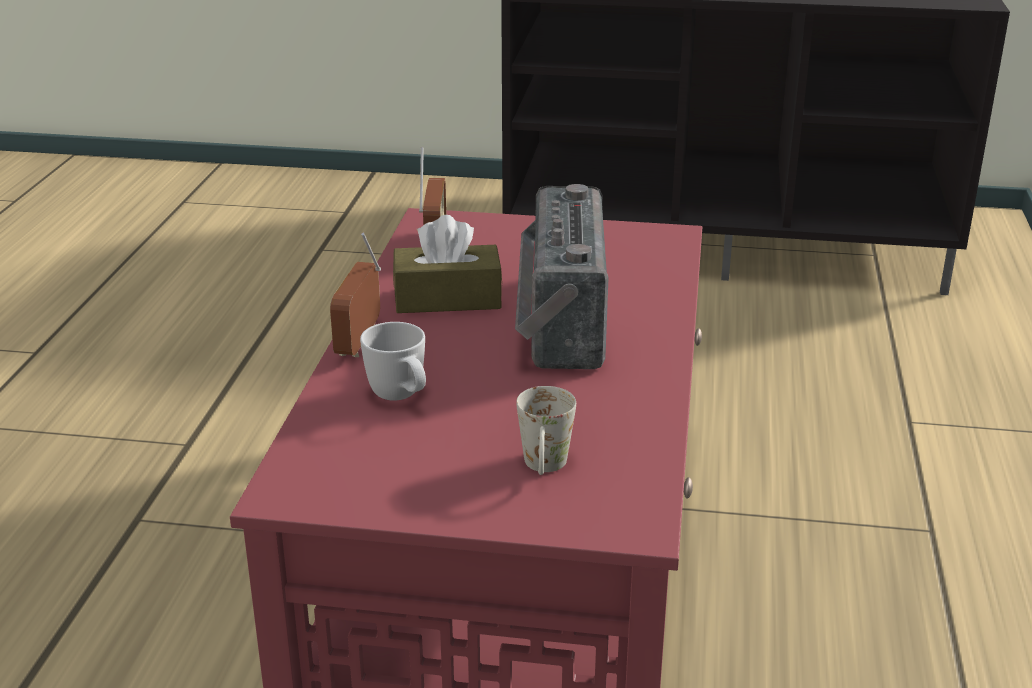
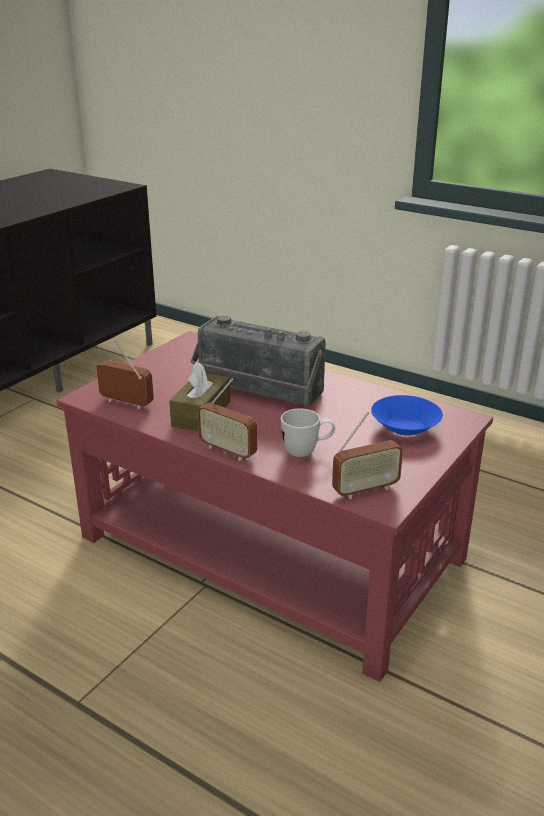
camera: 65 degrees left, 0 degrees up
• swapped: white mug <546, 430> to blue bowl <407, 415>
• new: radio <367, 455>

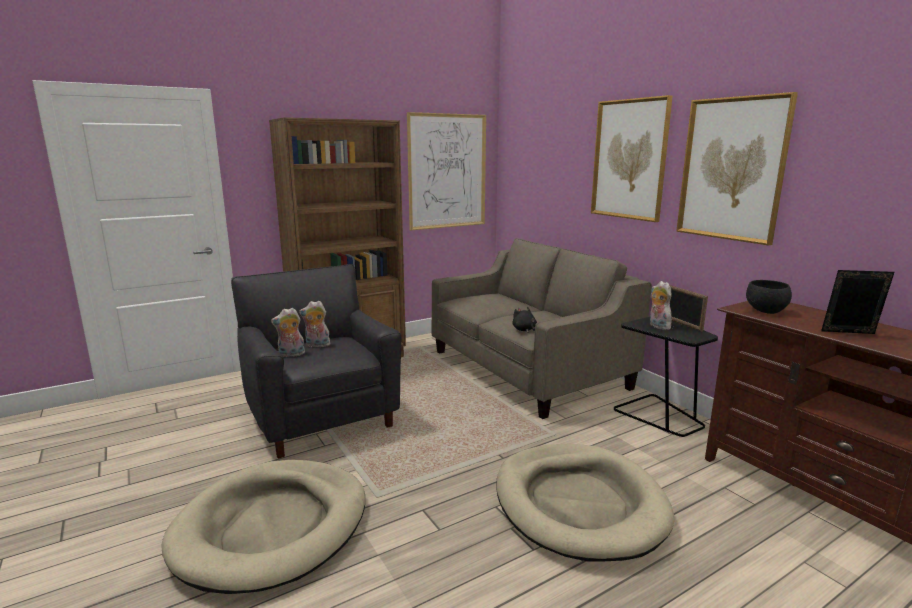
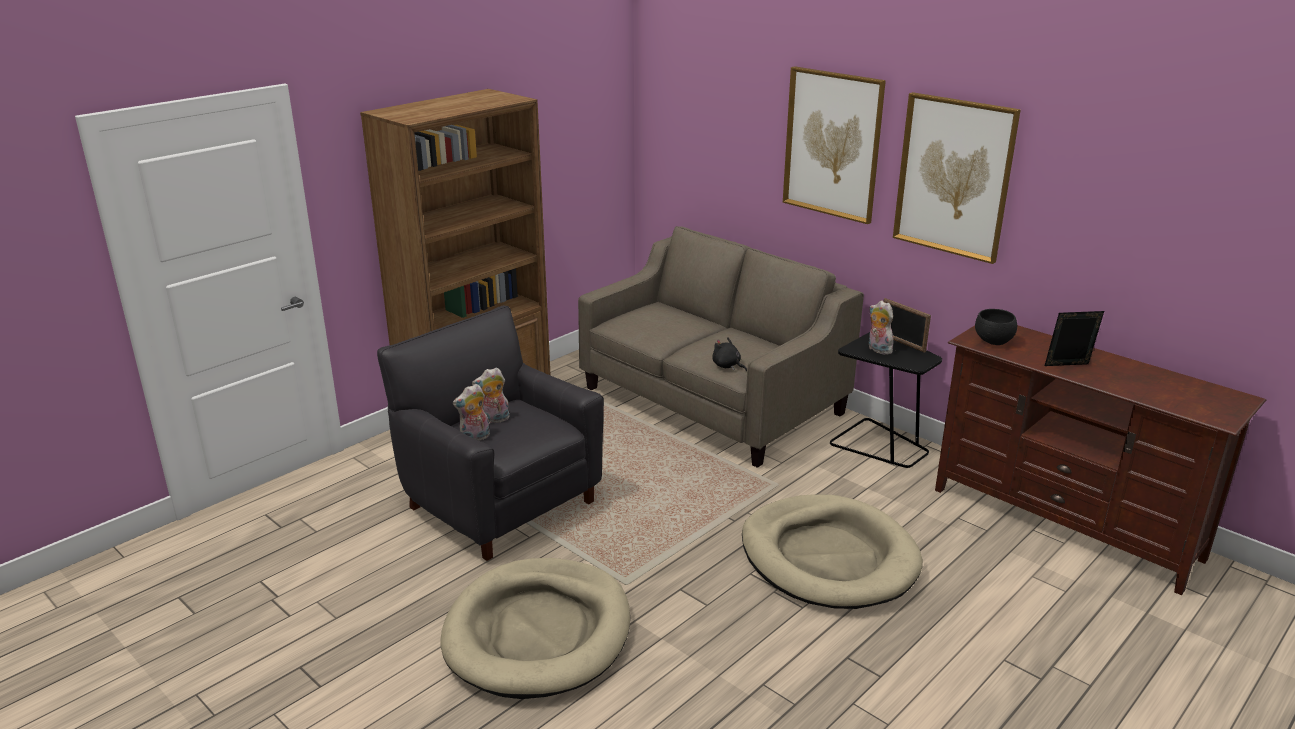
camera: 15 degrees left, 10 degrees up
• gone: picture <446, 171>

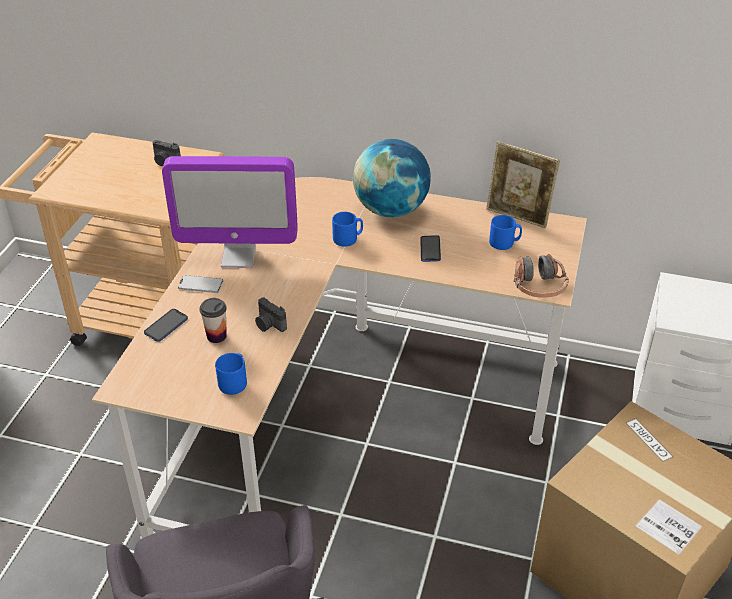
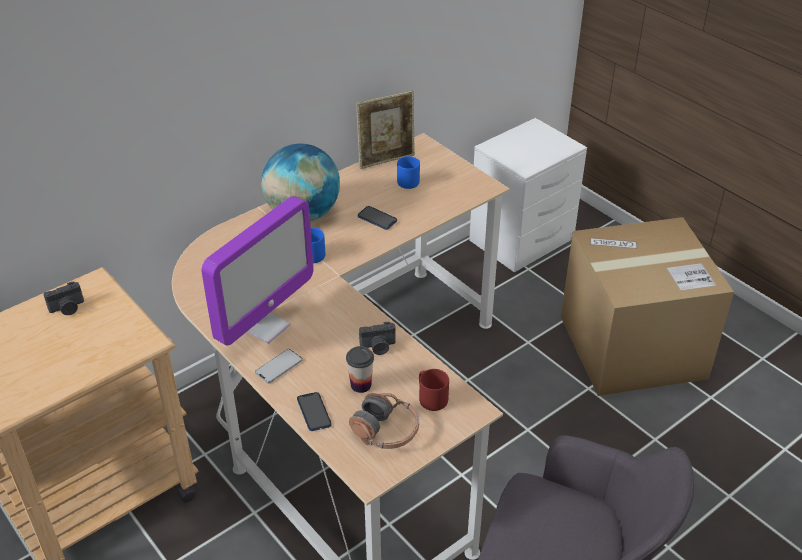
camera: 55 degrees left, 0 degrees up
• shifted: headphones <541, 276> to <384, 421>
• repainted: blue mug <231, 374> to red mug <434, 390>

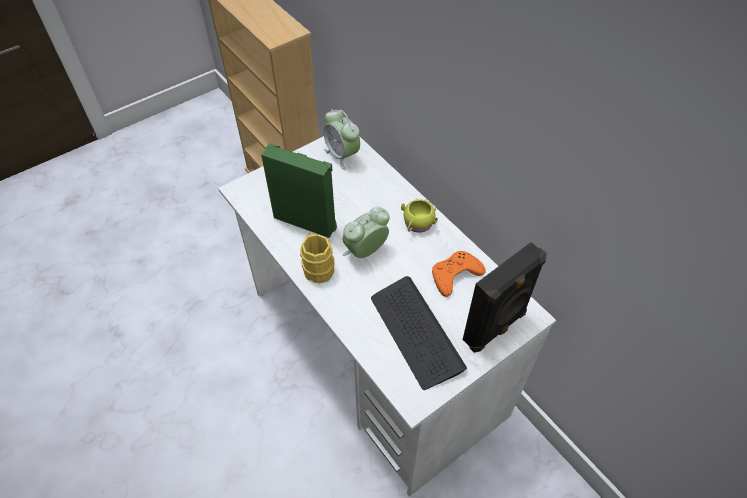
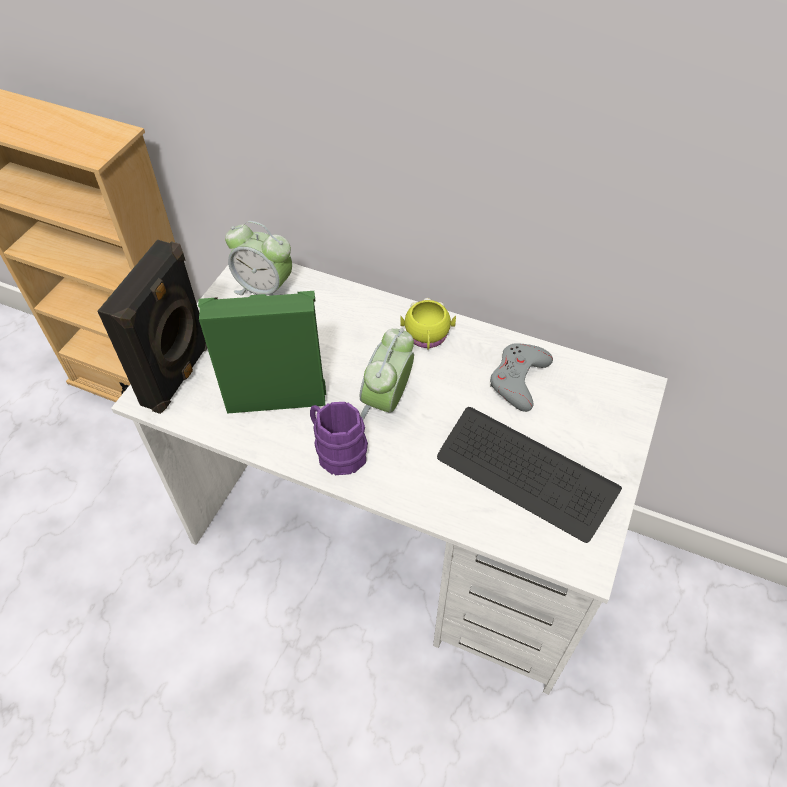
camera: 30 degrees left, 0 degrees up
• repainted: yellow mug <317, 257> to purple mug <339, 438>
• shifted: black speaker <505, 297> to <153, 327>
• repainted: orange game controller <459, 274> to grey game controller <521, 377>

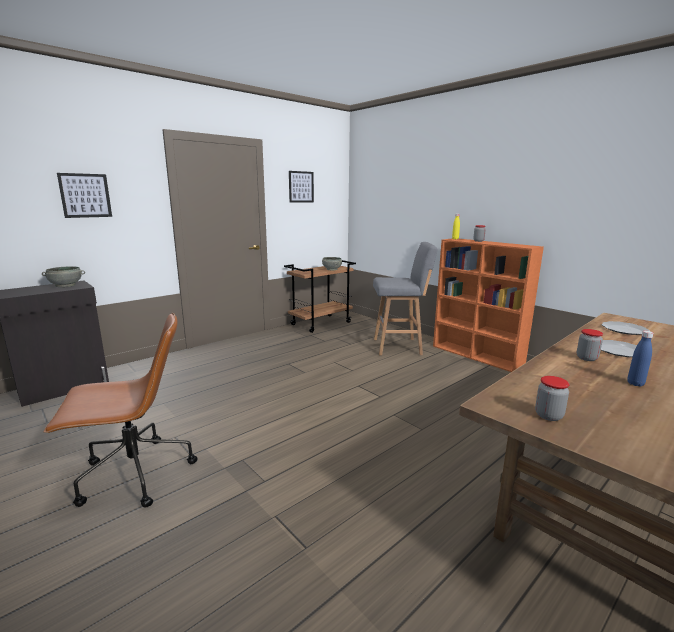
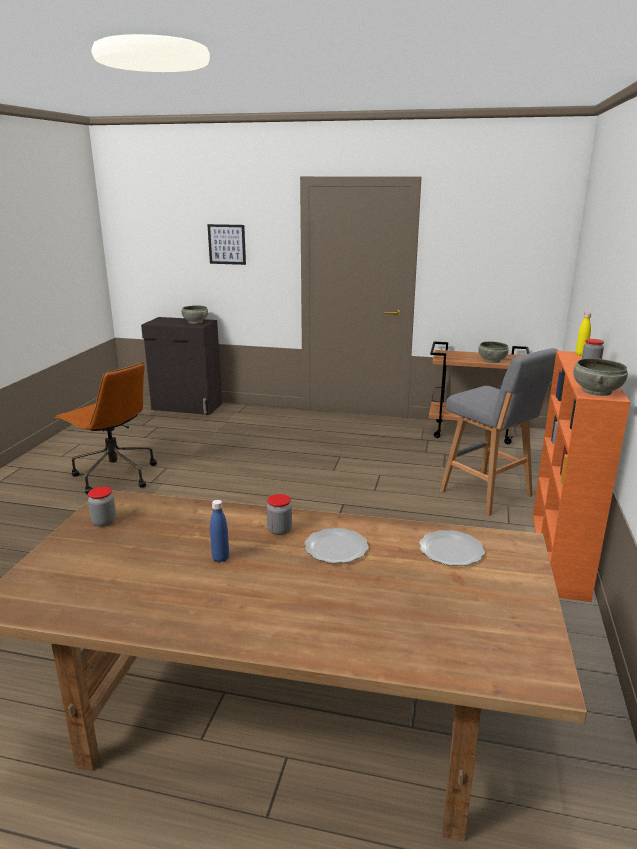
camera: 55 degrees right, 5 degrees up
• gone: picture <301, 187>
• new: grey bowl <600, 377>

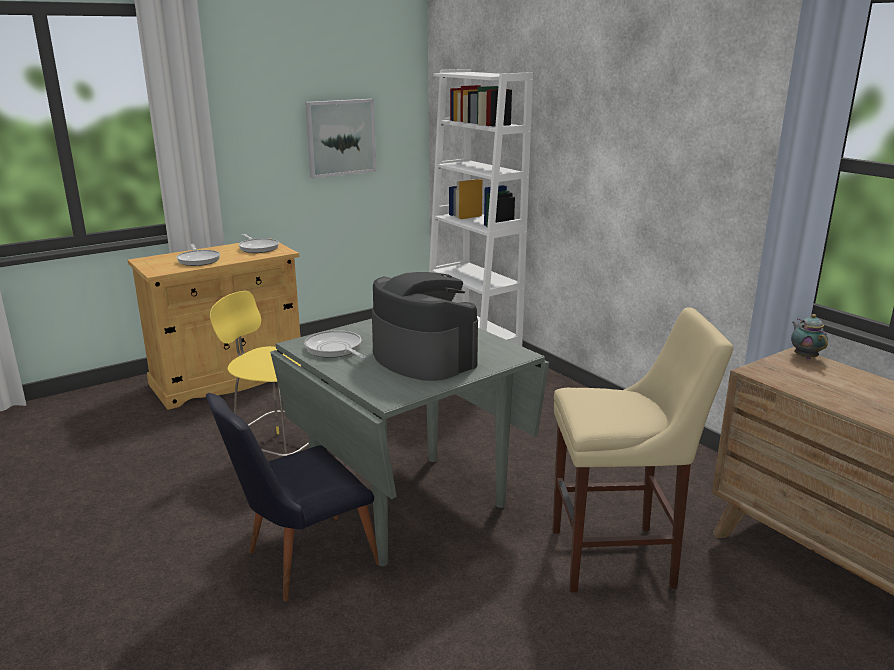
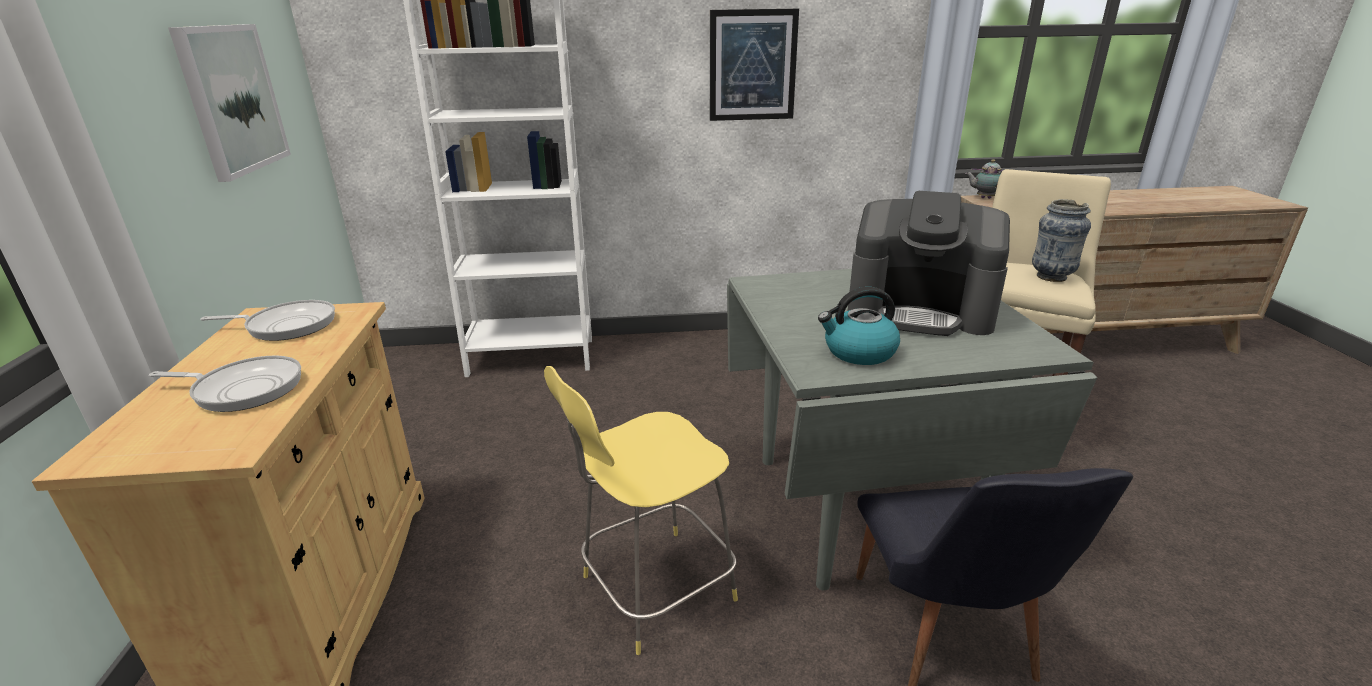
camera: 60 degrees left, 5 degrees up
• rotated: coffee machine <425, 326> = <929, 263> 150 degrees counterclockwise
• swapped: frying pan <335, 344> to kettle <859, 326>
• new: picture <754, 65>
• new: vase <1061, 240>

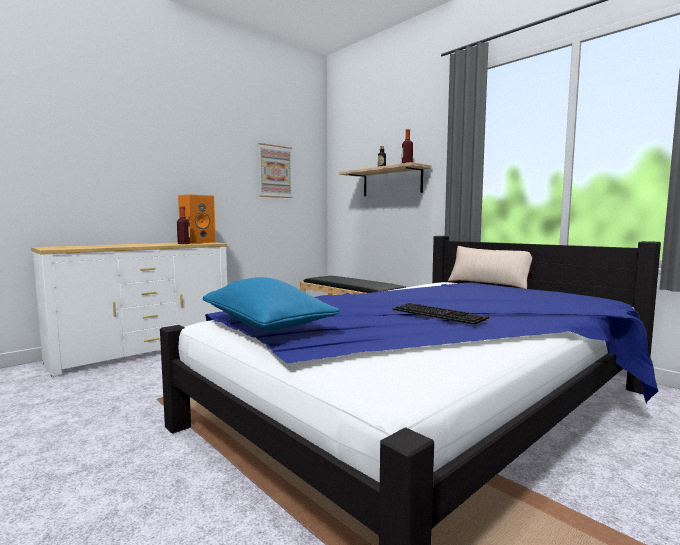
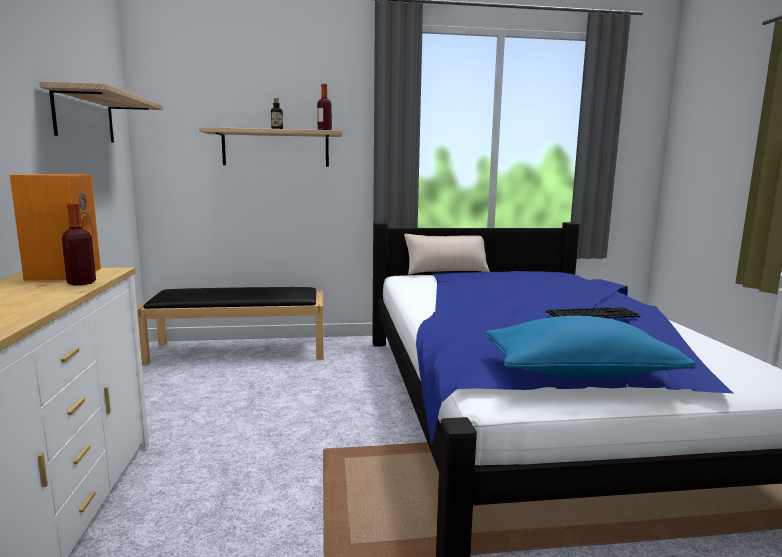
camera: 55 degrees left, 5 degrees up
• swapped: picture <275, 170> to shelf <101, 111>

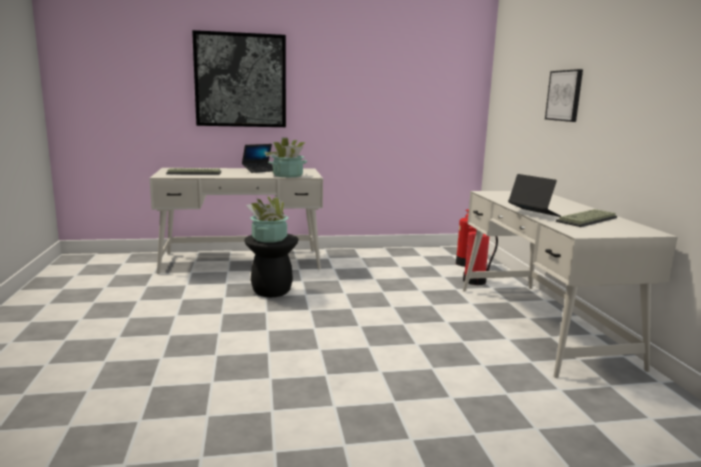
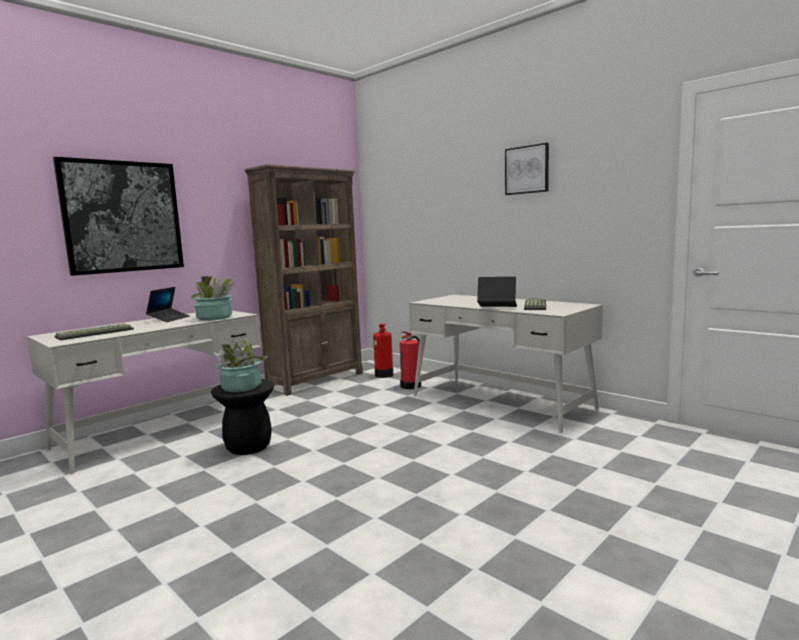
camera: 35 degrees left, 5 degrees down
• shifted: picture <564, 95> to <527, 169>
• new: brown bookcase <303, 280>

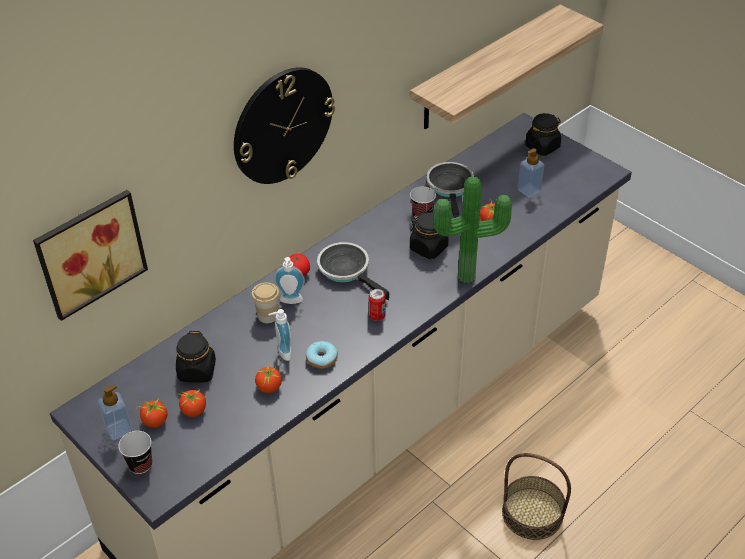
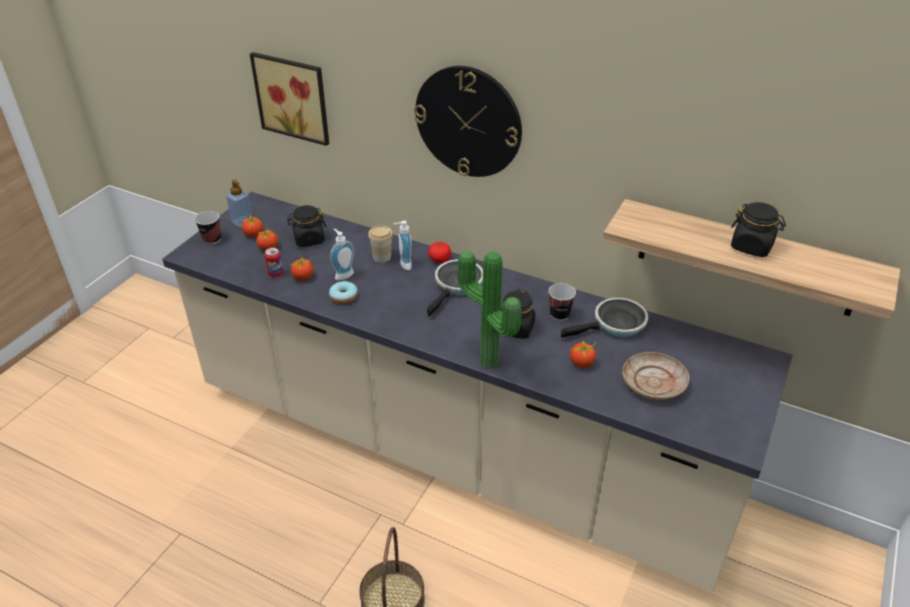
camera: 70 degrees right, 5 degrees down
• shifted: black jar <543, 134> to <758, 229>
• swapped: soap dispenser <530, 173> to beige plate <655, 376>
• shifted: can <377, 305> to <274, 262>

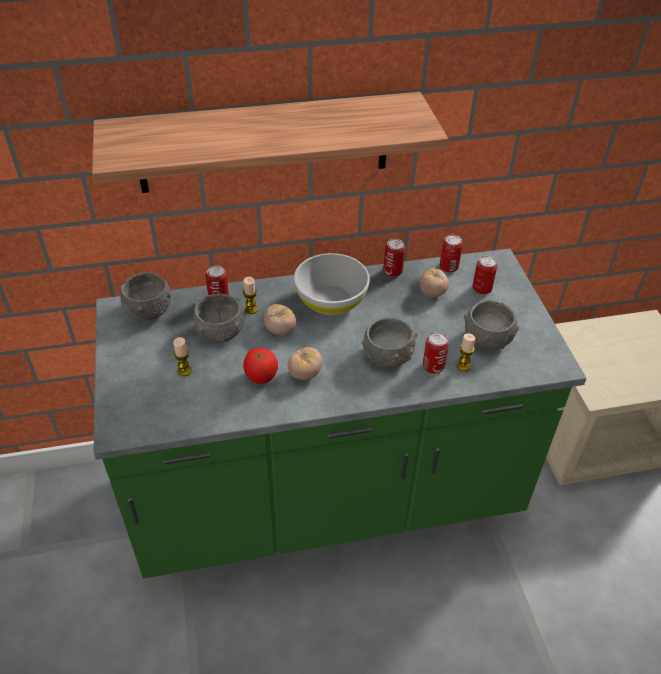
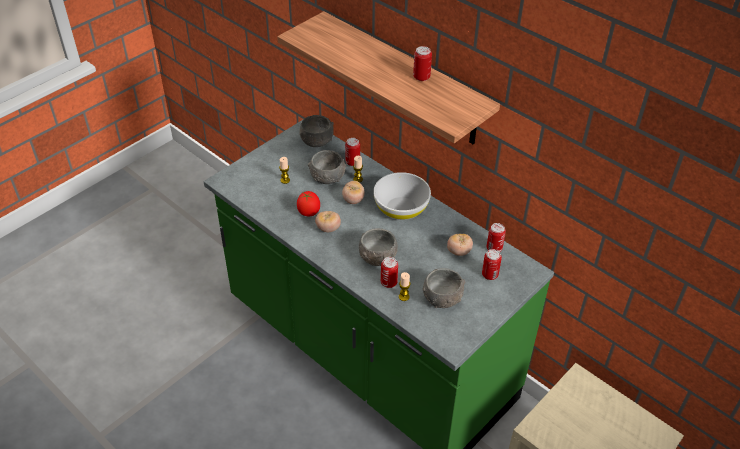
camera: 55 degrees right, 0 degrees up
• shifted: can <394, 258> to <422, 63>

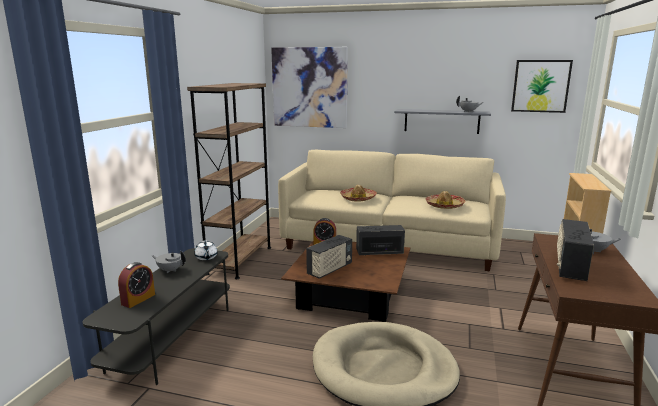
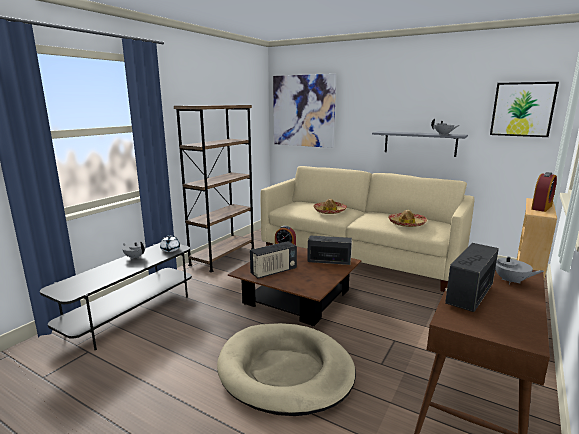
camera: 15 degrees right, 0 degrees up
• shifted: alarm clock <136, 285> to <544, 192>

